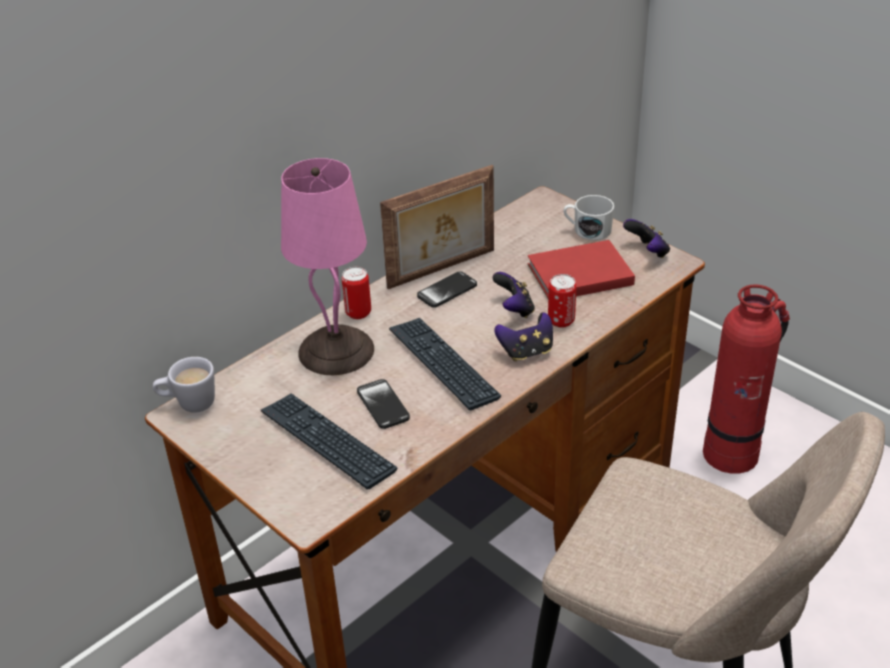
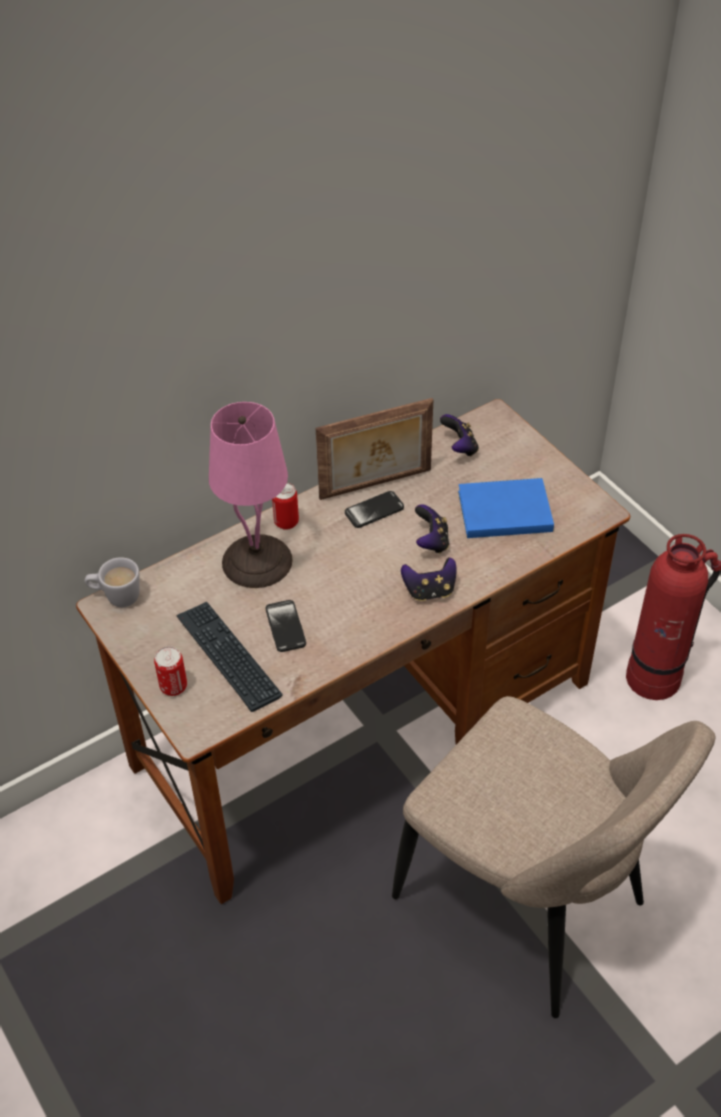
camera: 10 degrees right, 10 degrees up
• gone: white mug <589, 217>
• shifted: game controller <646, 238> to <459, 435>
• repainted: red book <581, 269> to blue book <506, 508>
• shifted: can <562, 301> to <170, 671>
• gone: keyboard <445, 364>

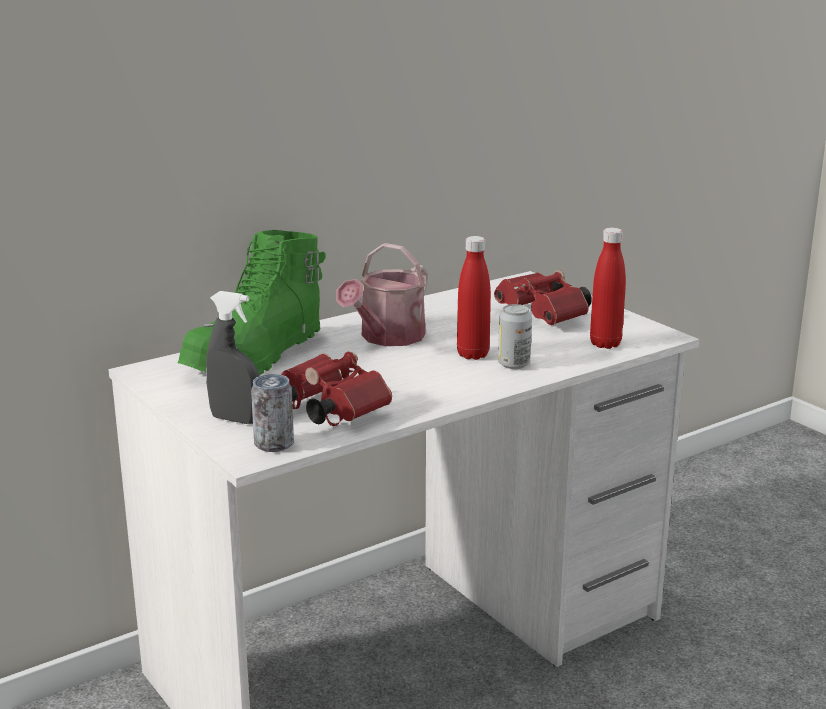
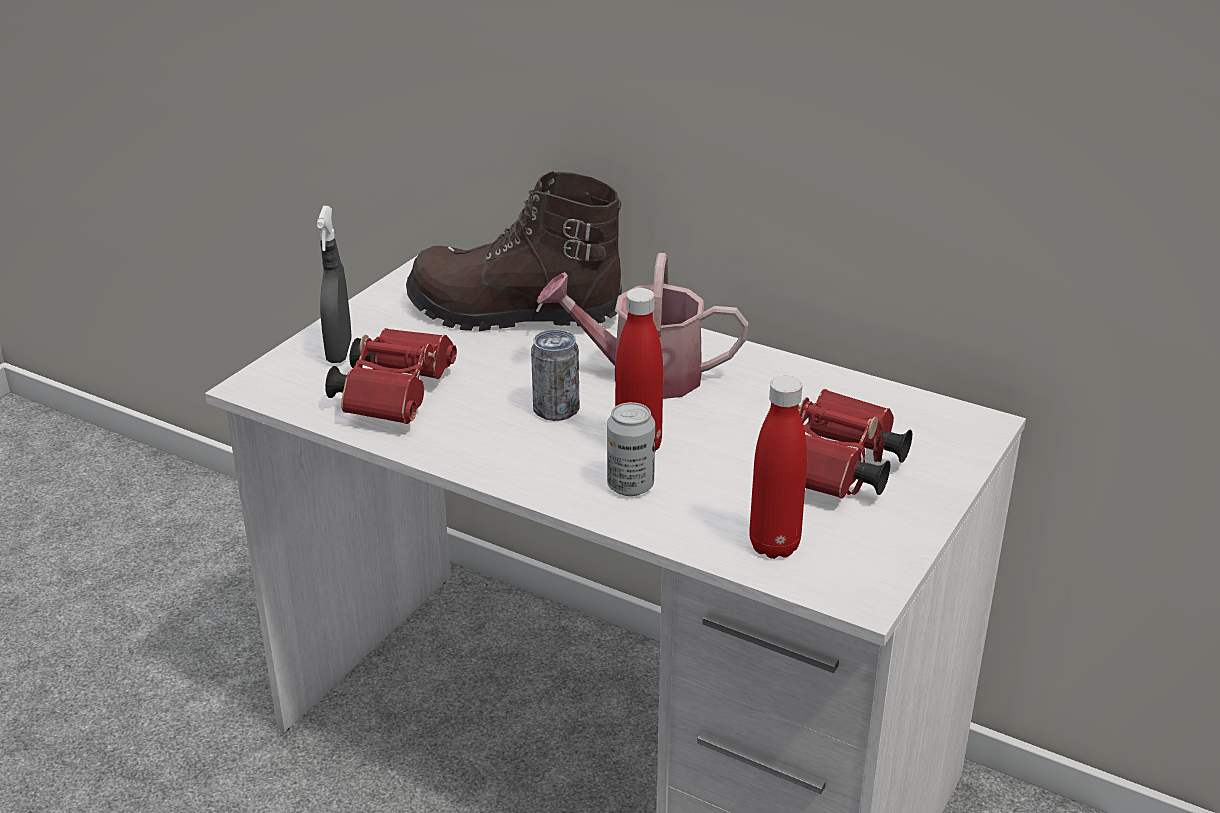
camera: 65 degrees right, 10 degrees up
• repainted: green boot <252, 302> to brown boot <514, 251>
• shifted: can <272, 413> to <555, 375>

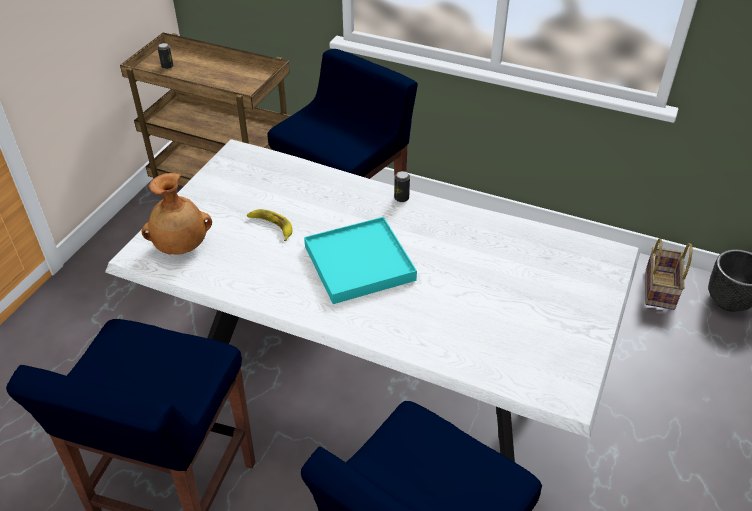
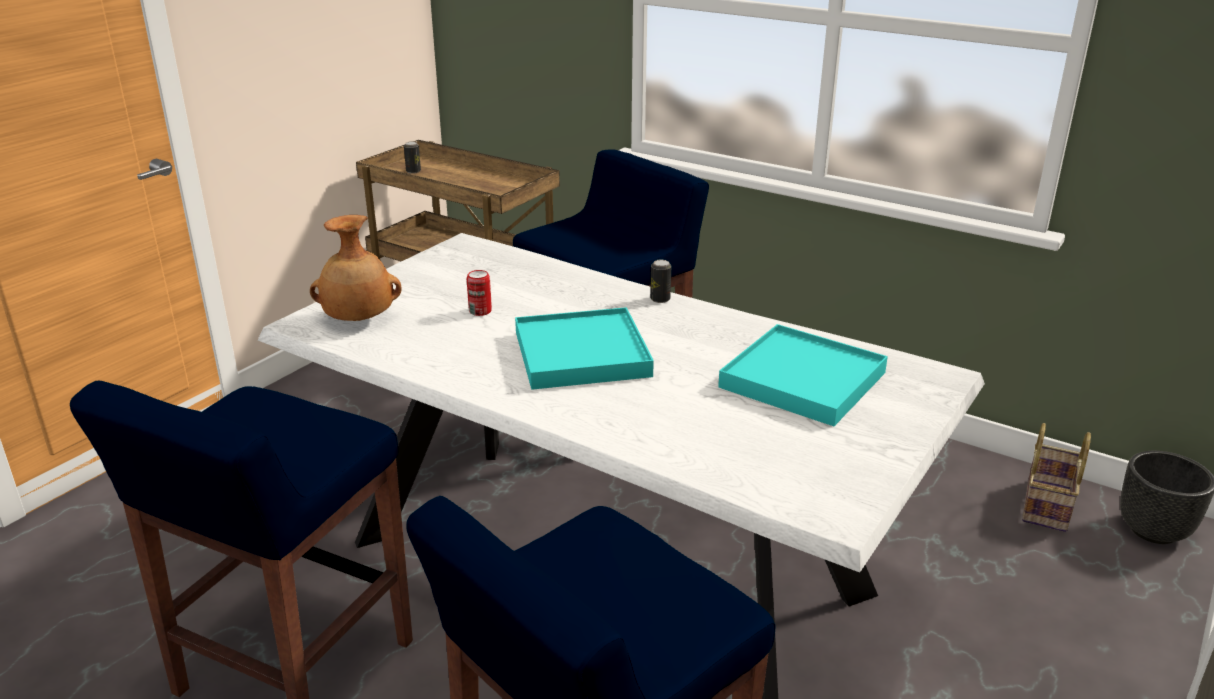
camera: 10 degrees right, 15 degrees down
• swapped: banana <270, 225> to can <479, 293>
• new: turquoise tray <803, 375>

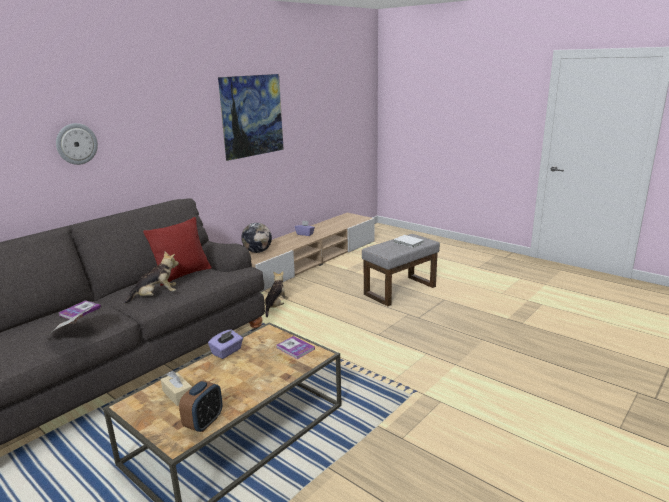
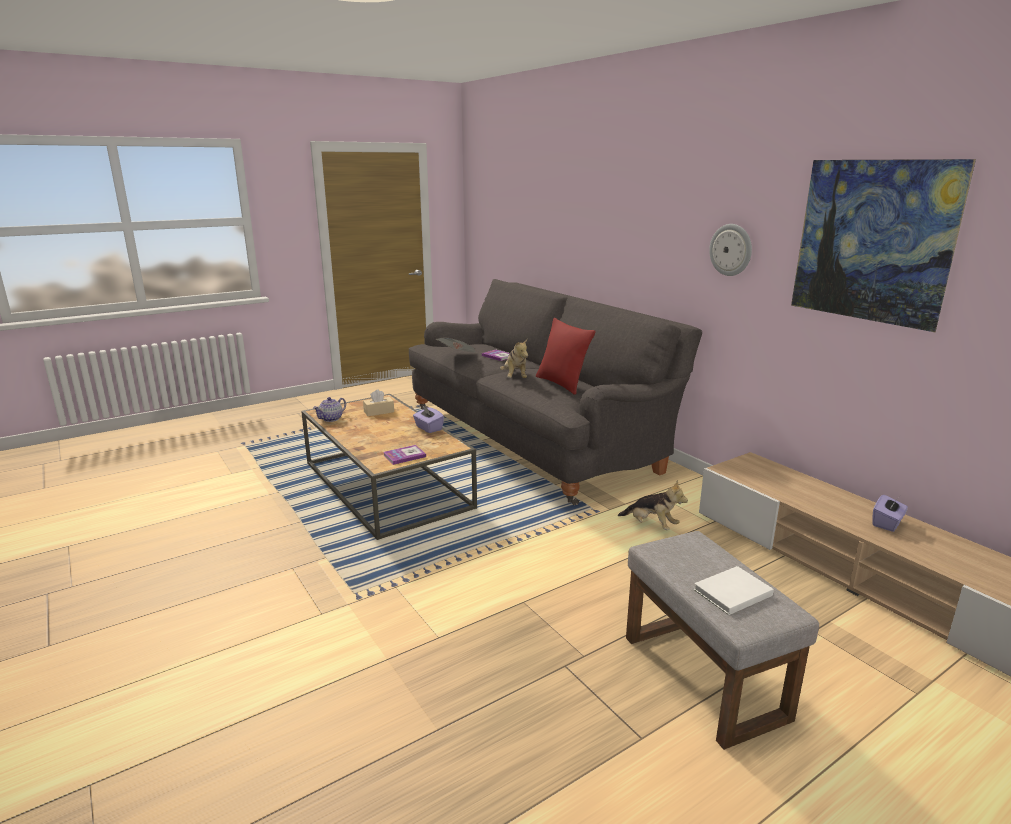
camera: 105 degrees right, 0 degrees up
• shifted: wall clock <77, 144> to <730, 250>
• gone: globe <256, 238>
• swapped: alarm clock <200, 406> to teapot <329, 409>

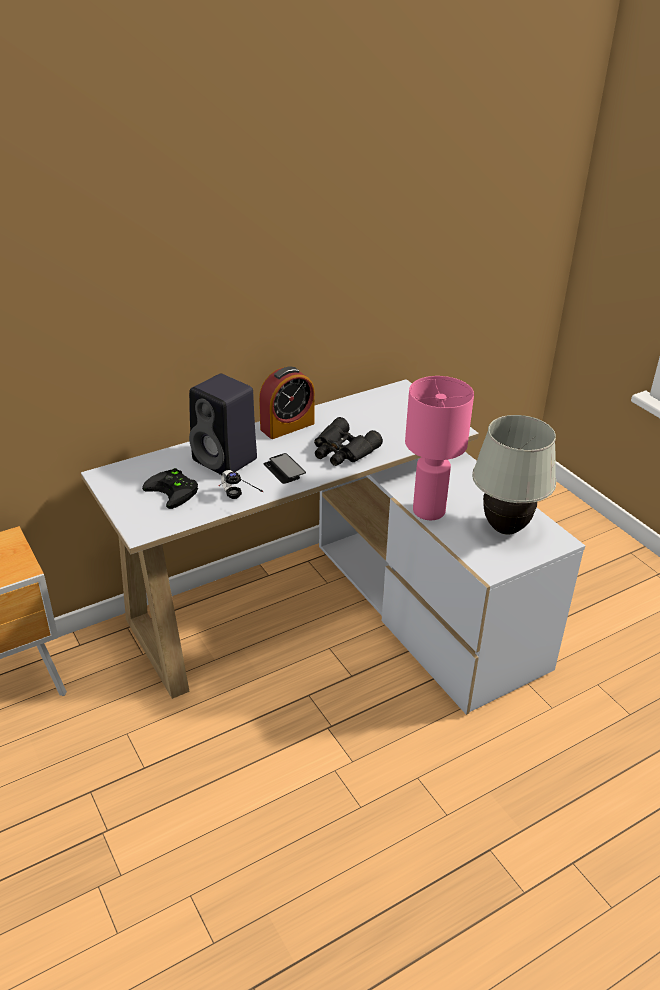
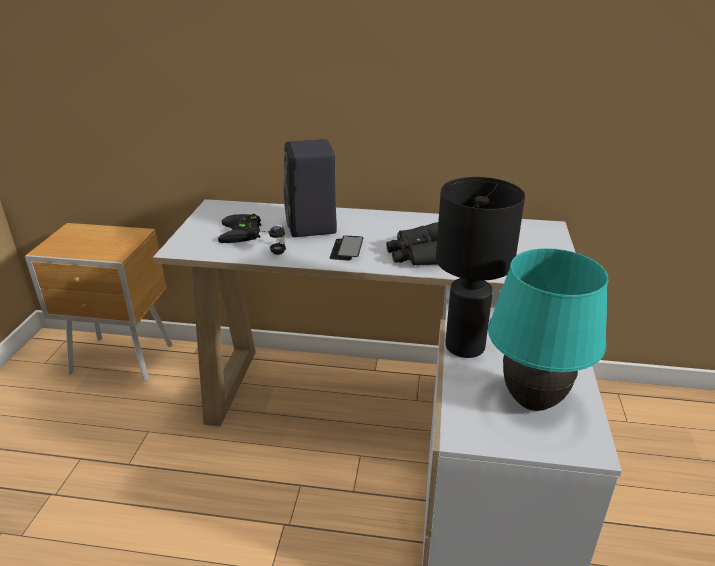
camera: 40 degrees right, 5 degrees down
• gone: alarm clock <287, 403>
• repainted: pink table lamp <439, 448> to black table lamp <480, 267>
• repainted: white table lamp <514, 475> to turquoise table lamp <548, 329>

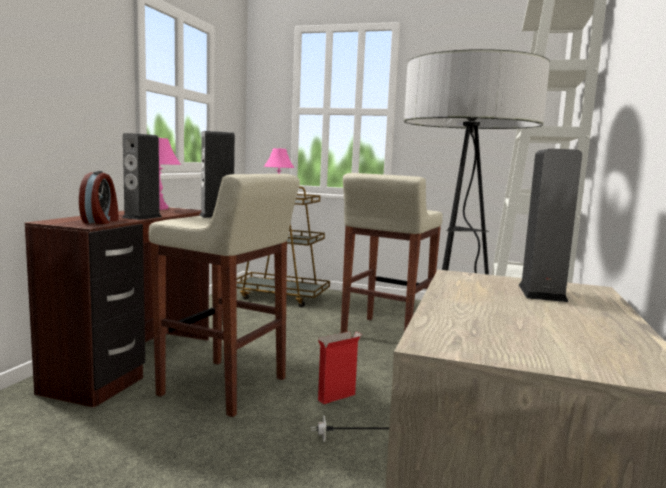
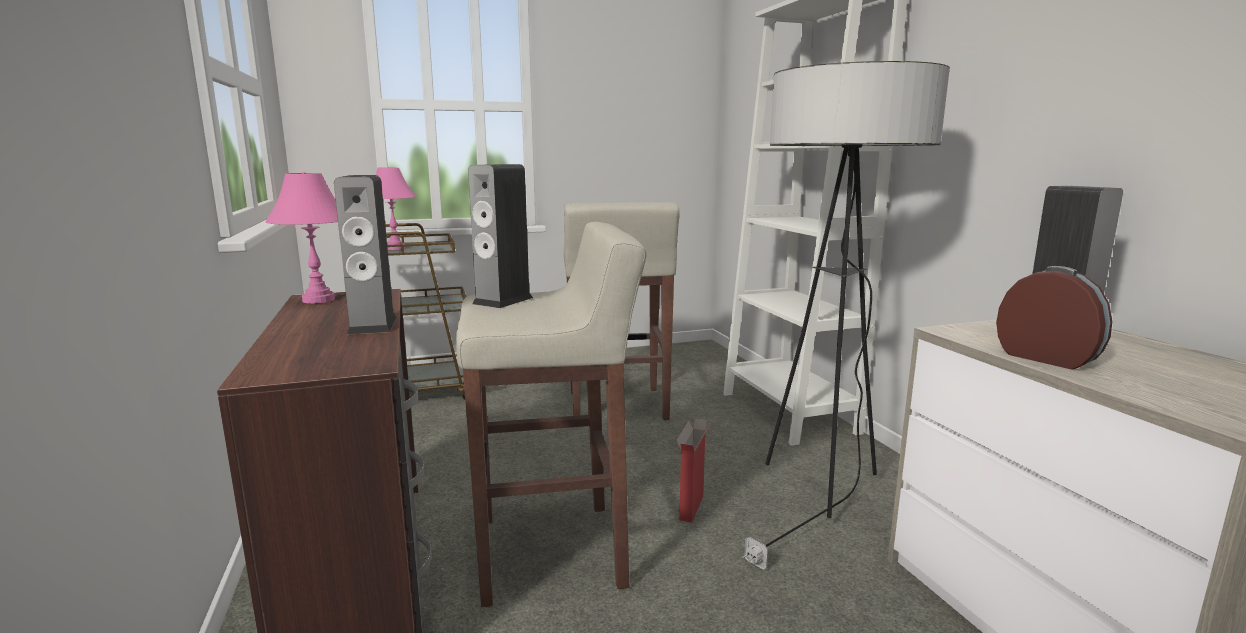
camera: 35 degrees left, 5 degrees up
• shifted: alarm clock <98, 197> to <1054, 317>

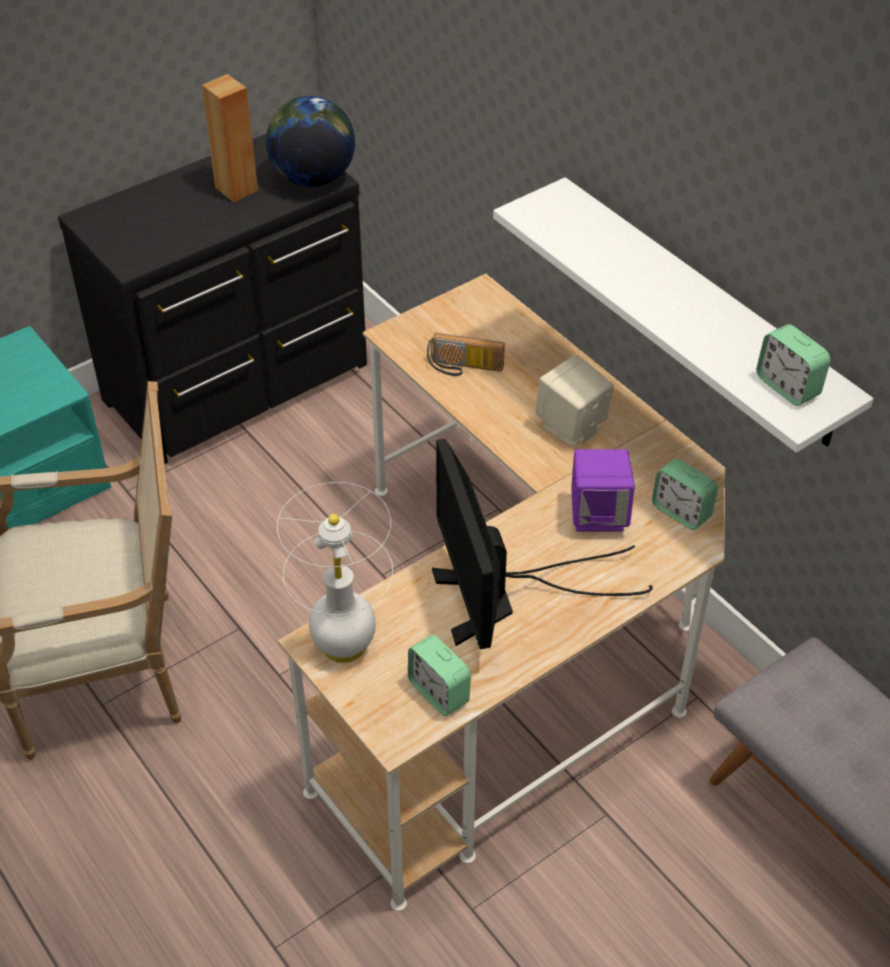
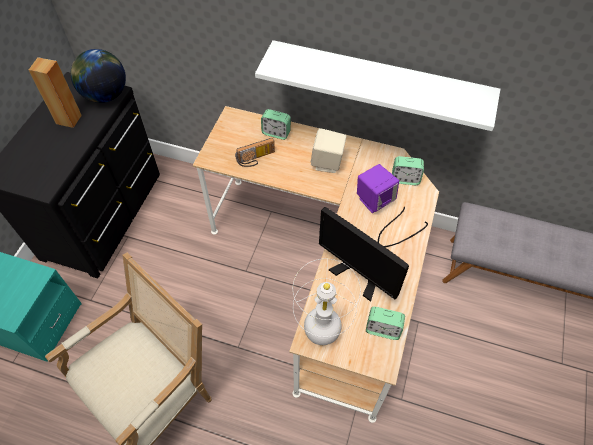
camera: 35 degrees left, 10 degrees up
• shifted: alarm clock <794, 365> to <276, 124>

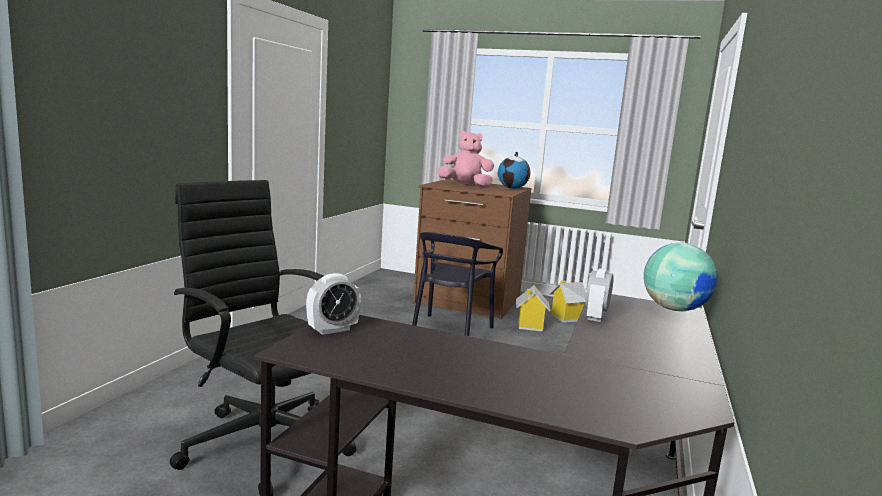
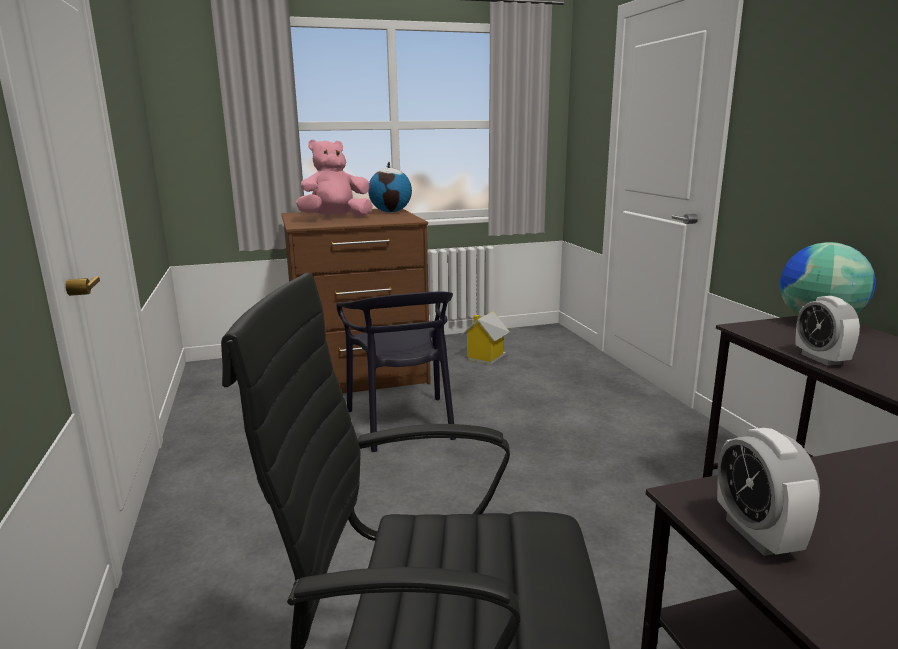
camera: 35 degrees left, 5 degrees up
• rotated: alarm clock <333, 304> = <768, 492> 150 degrees clockwise
• gone: toy house <533, 308>

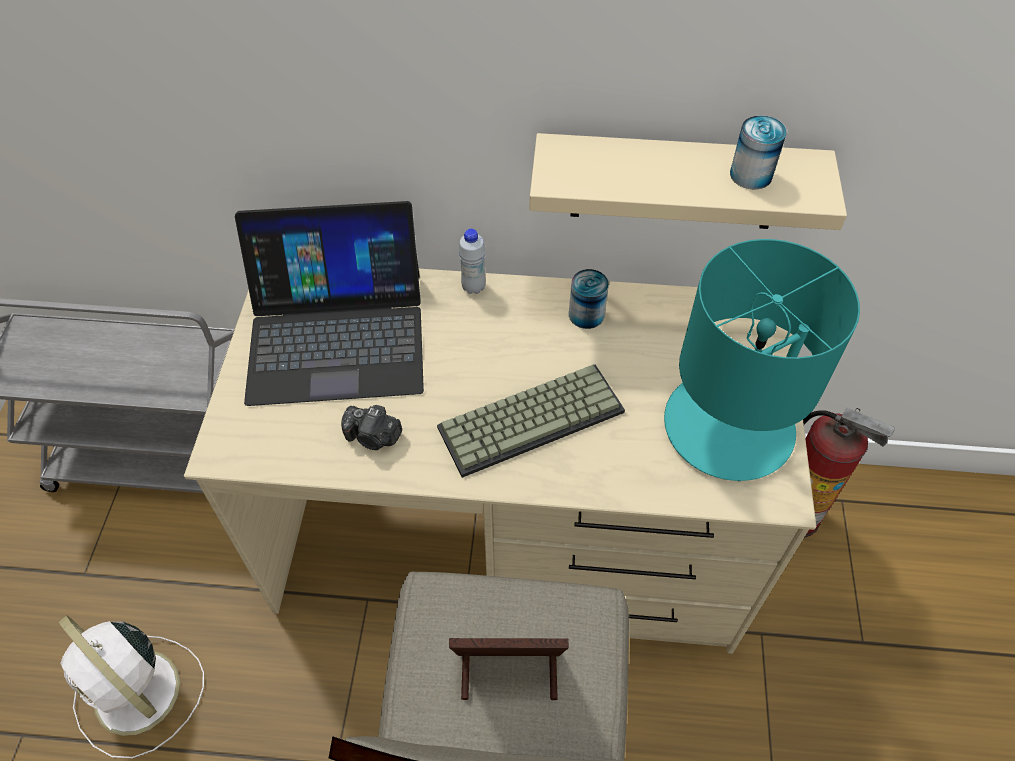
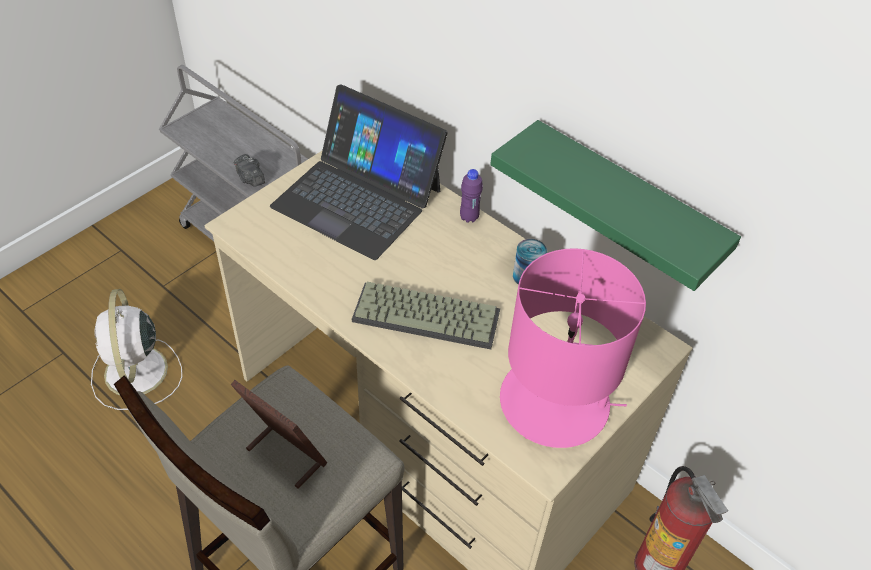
camera: 35 degrees right, 5 degrees down
• gone: can <758, 152>
• repainted: beige shelf <688, 181> to green shelf <615, 205>
• repainted: white bottle <472, 261> to purple bottle <471, 196>
• repainted: turquoise table lamp <762, 360> to pink table lamp <573, 348>
• shifted: photo camera <371, 427> to <249, 170>

